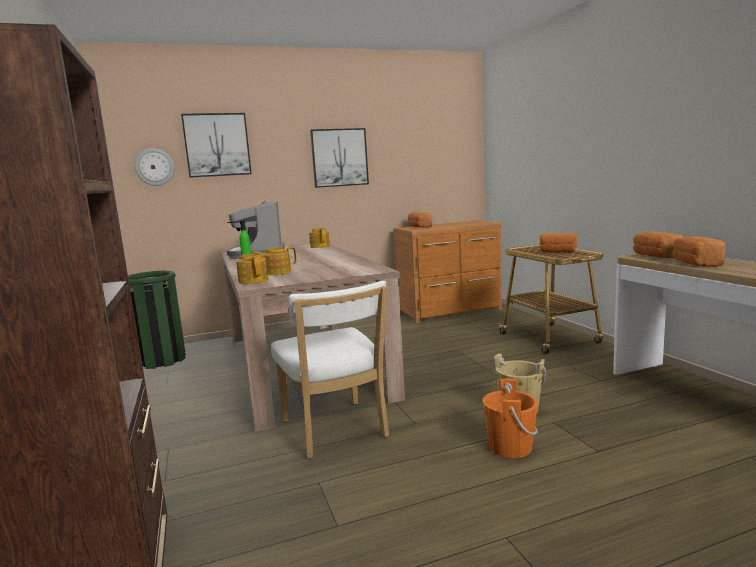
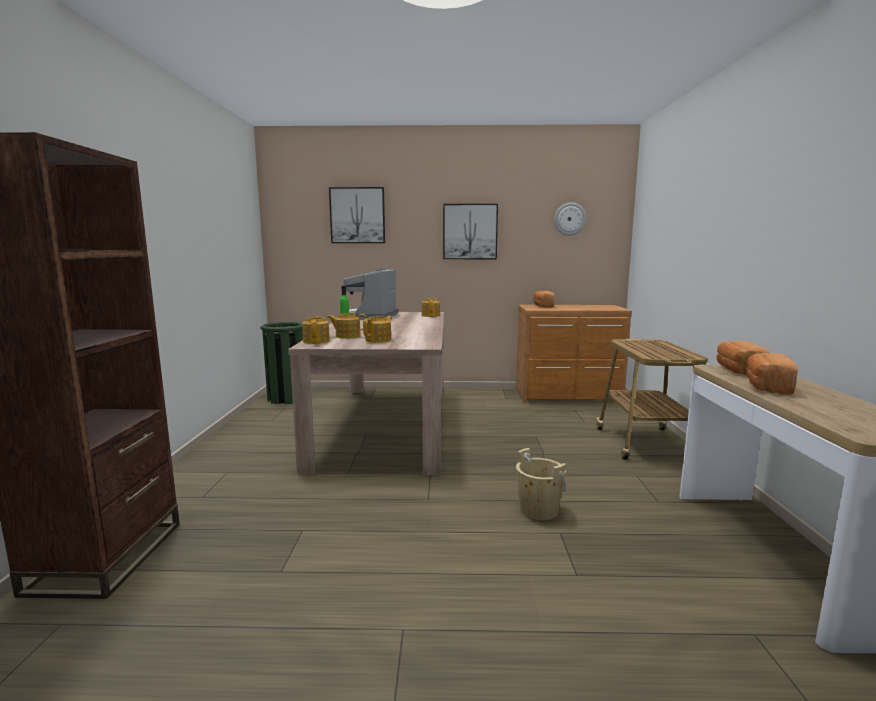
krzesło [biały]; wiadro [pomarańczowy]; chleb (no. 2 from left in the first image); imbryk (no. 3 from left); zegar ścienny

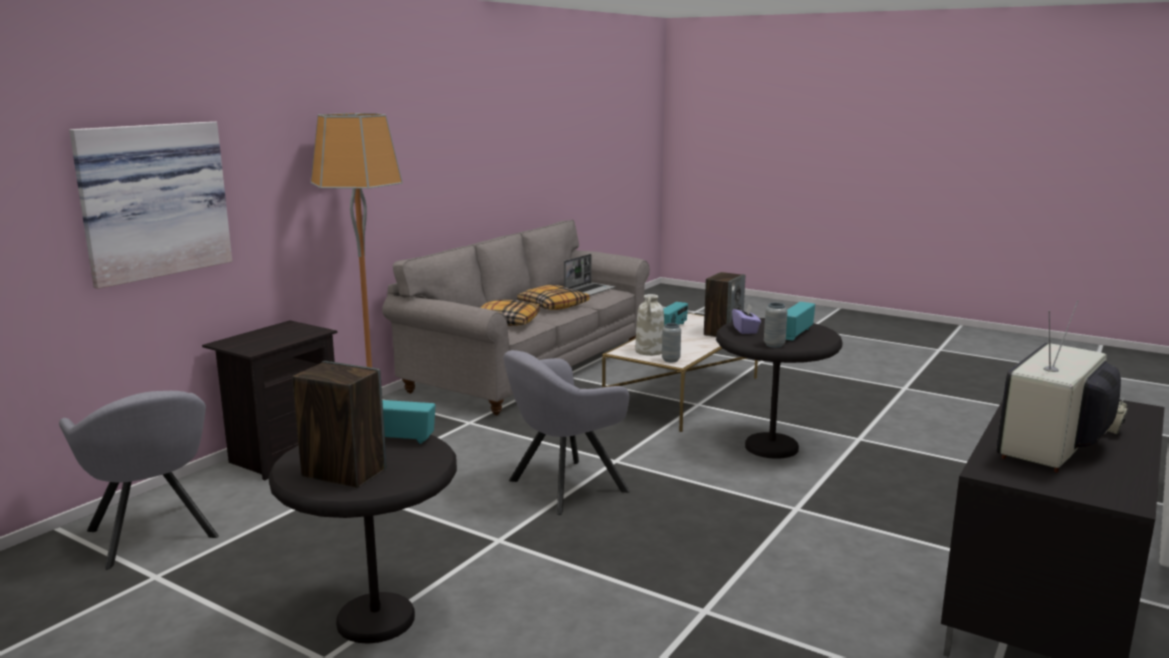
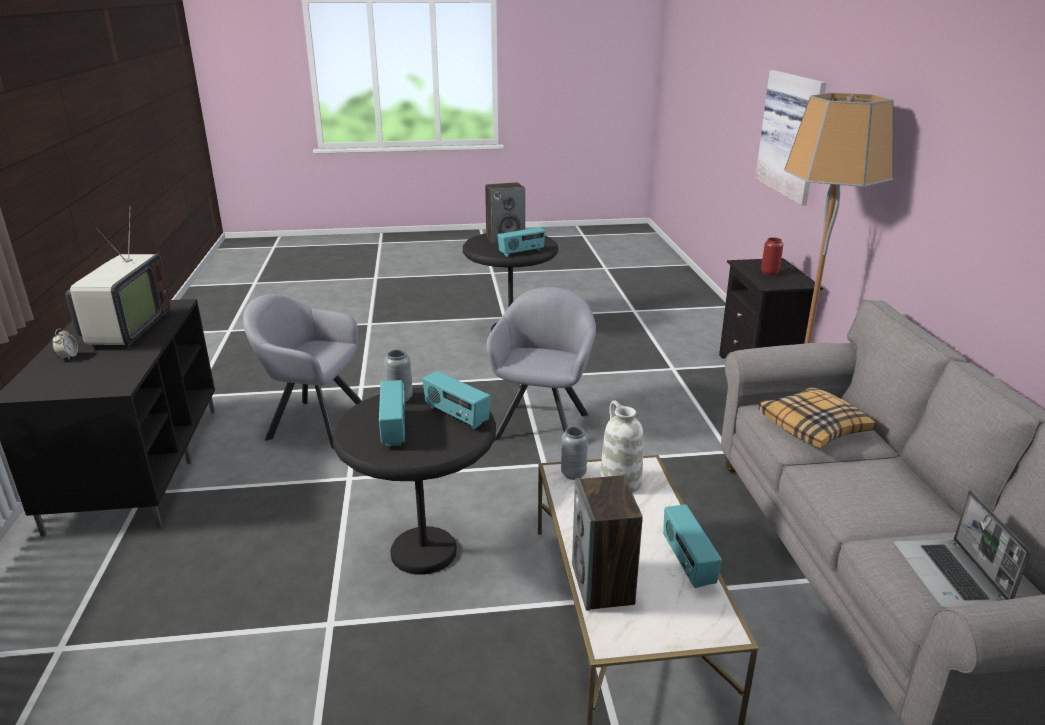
poduszka (no. 2 from left in the first image); wazon [czerwony]; fotel [szary] (no. 1 from left); radio (no. 2 from left)

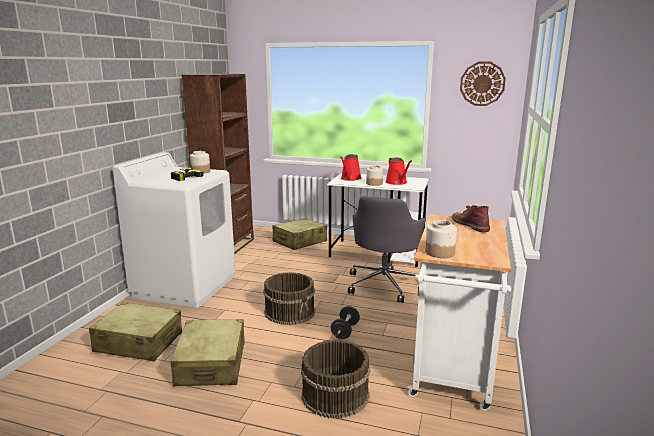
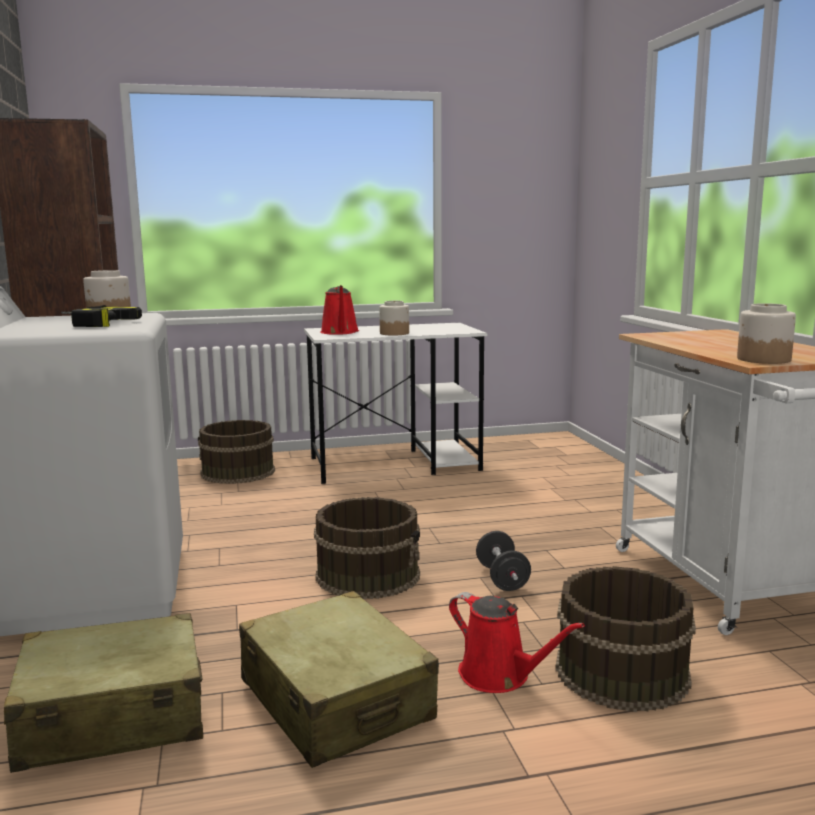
krzesło biurowe [szary]; but z cholewką [brązowy]; zegar ścienny; konewka [czerwony] (no. 2 from left); wiadro [brązowy] (no. 1 from left)

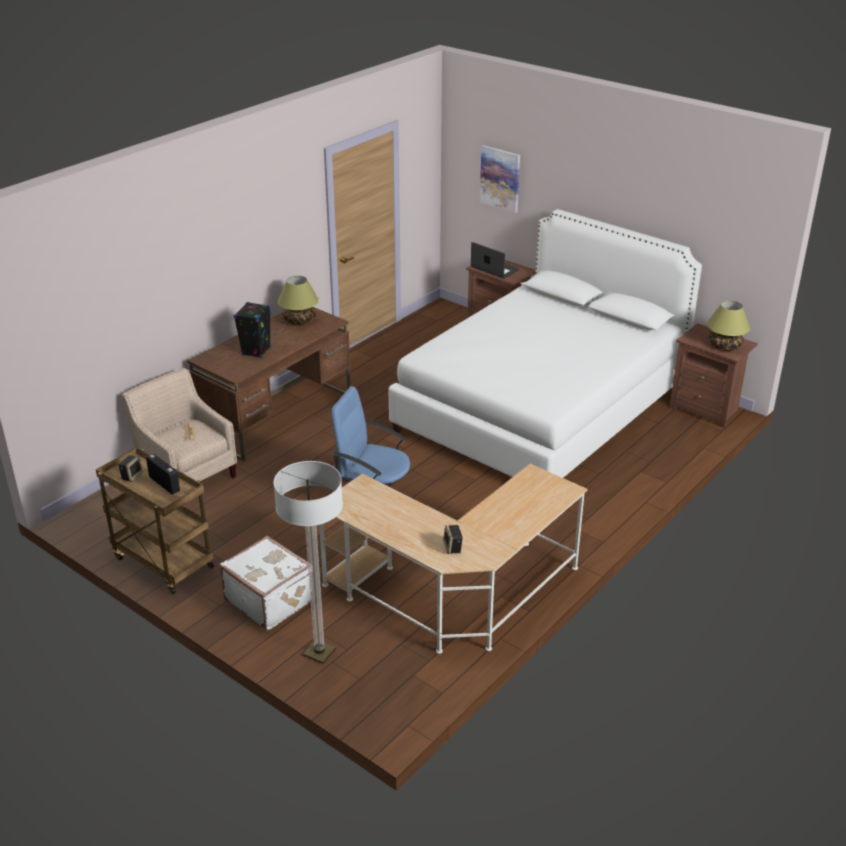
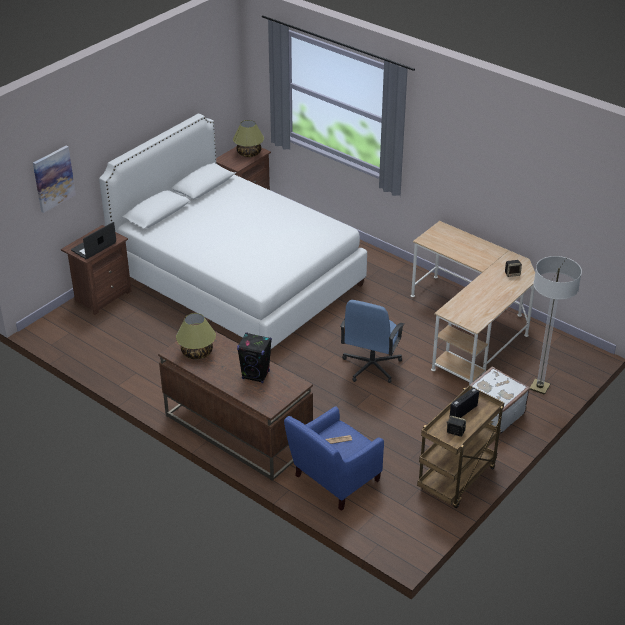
fotel [niebieski]

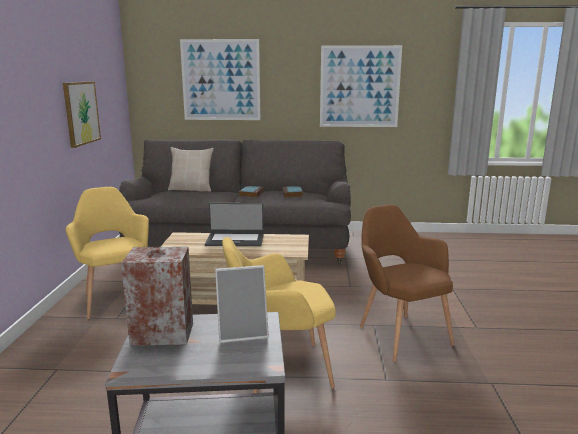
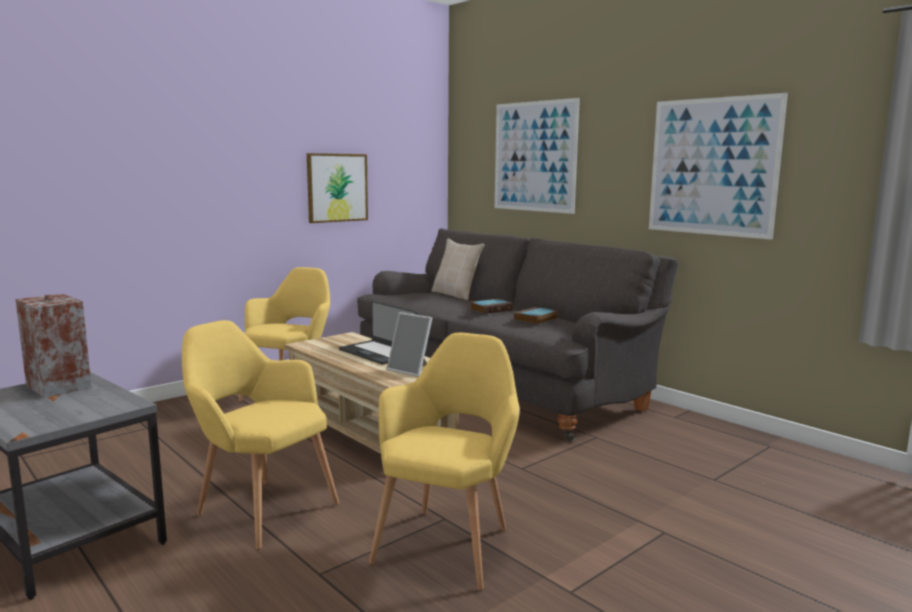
ramka na zdjęcie; fotel [żółty] (no. 3 from left)

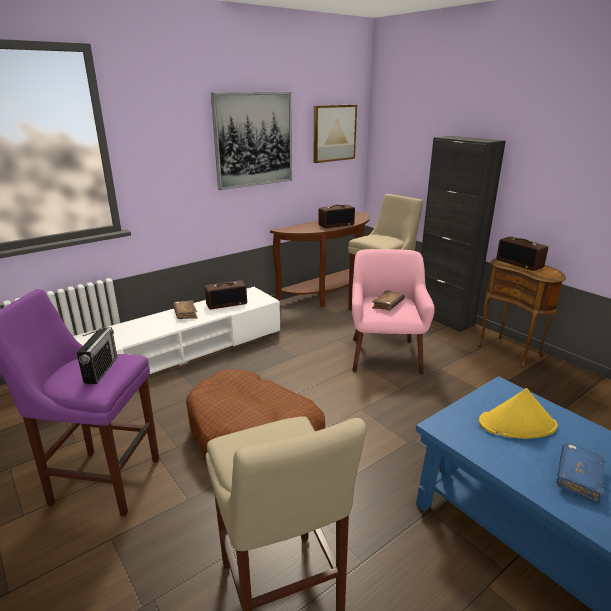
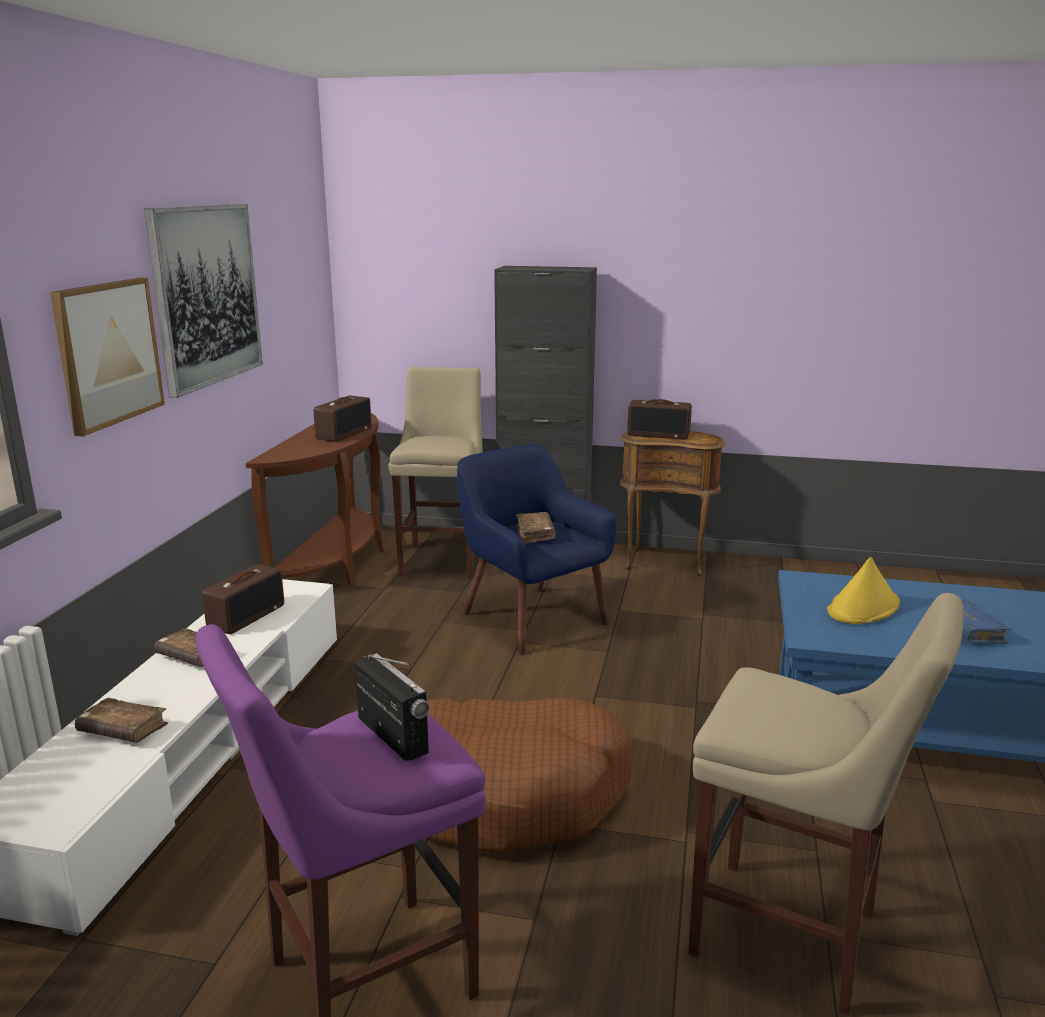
książka [brązowy] (no. 1 from left); obraz (no. 1 from left); fotel [niebieski]

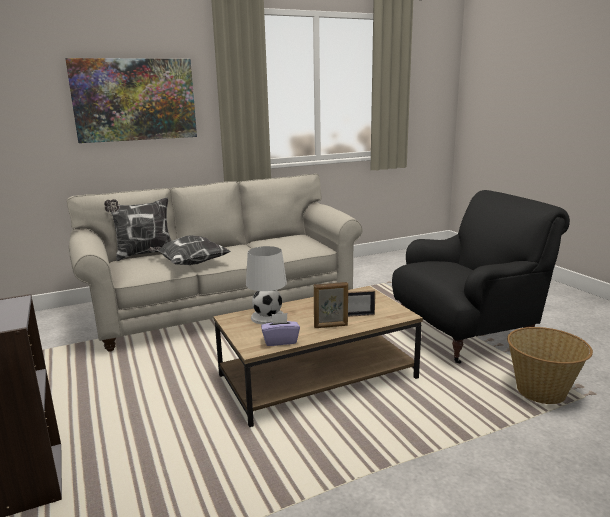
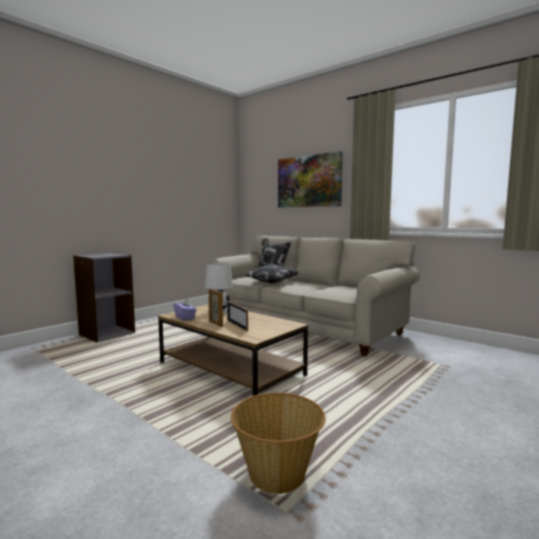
fotel [czarny]

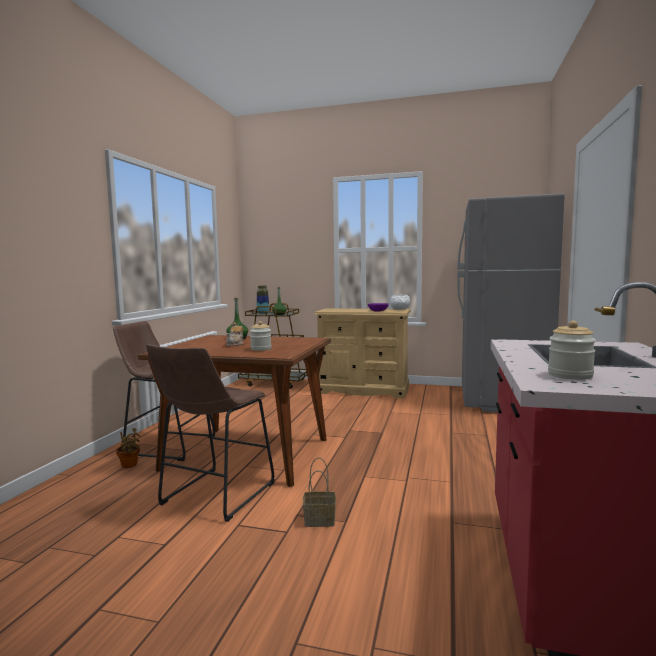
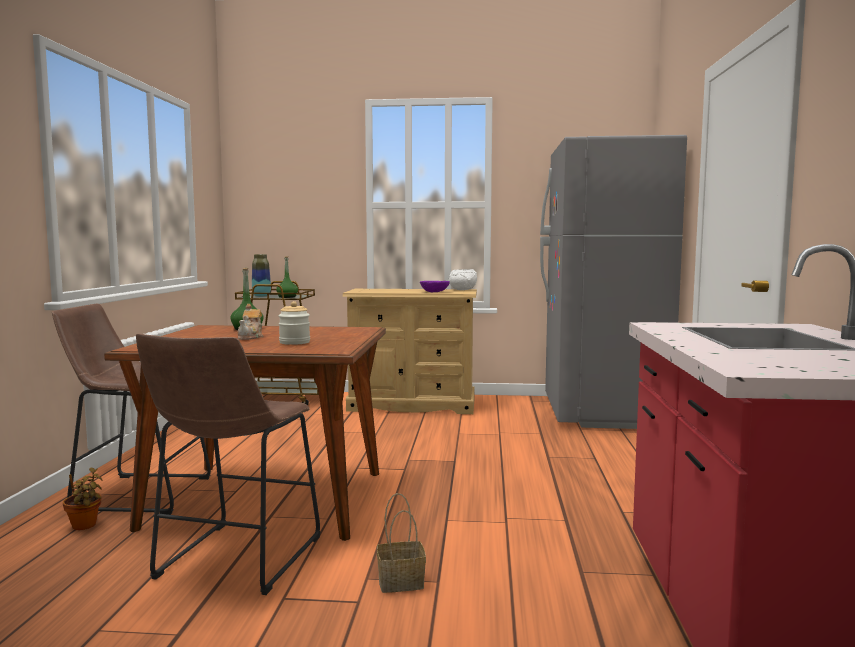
słoik (no. 2 from left in the first image)

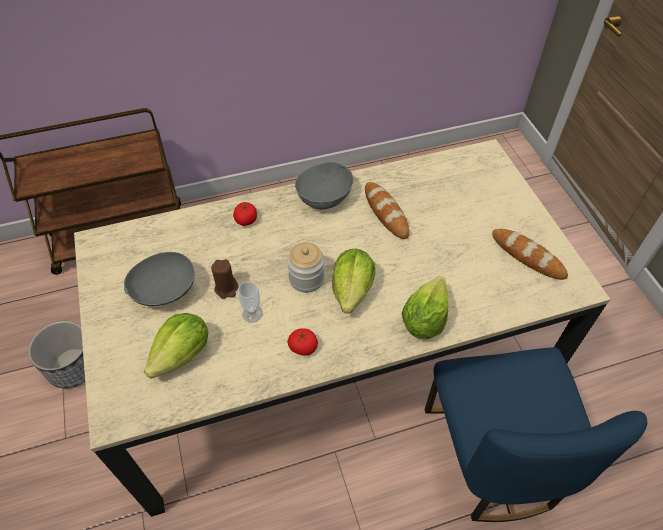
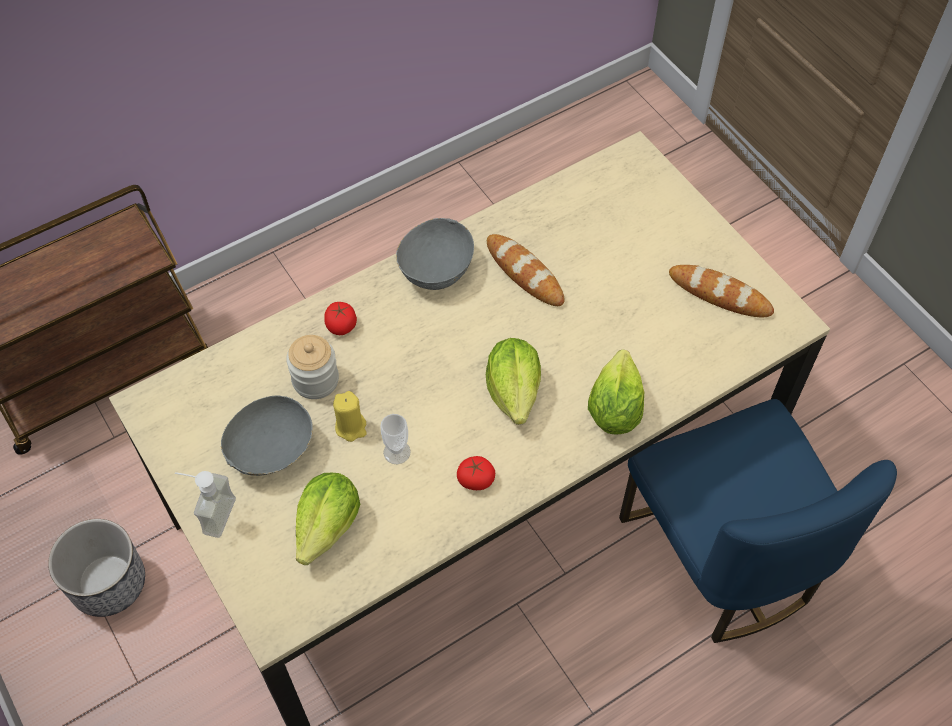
dozownik mydła; słoik; świeca [żółty]

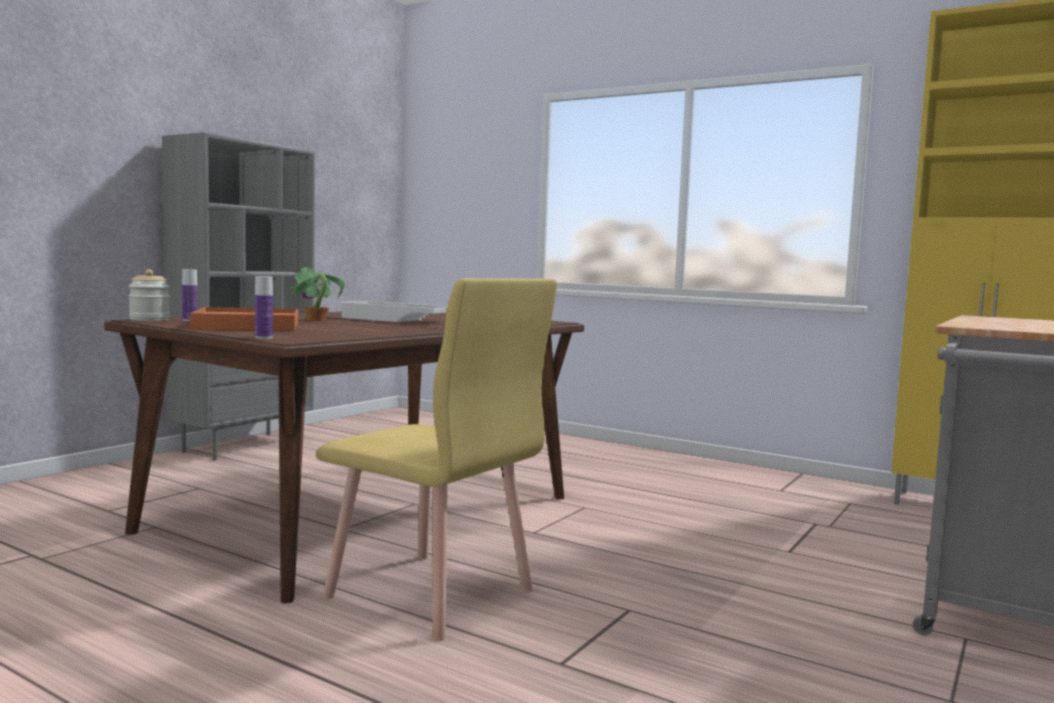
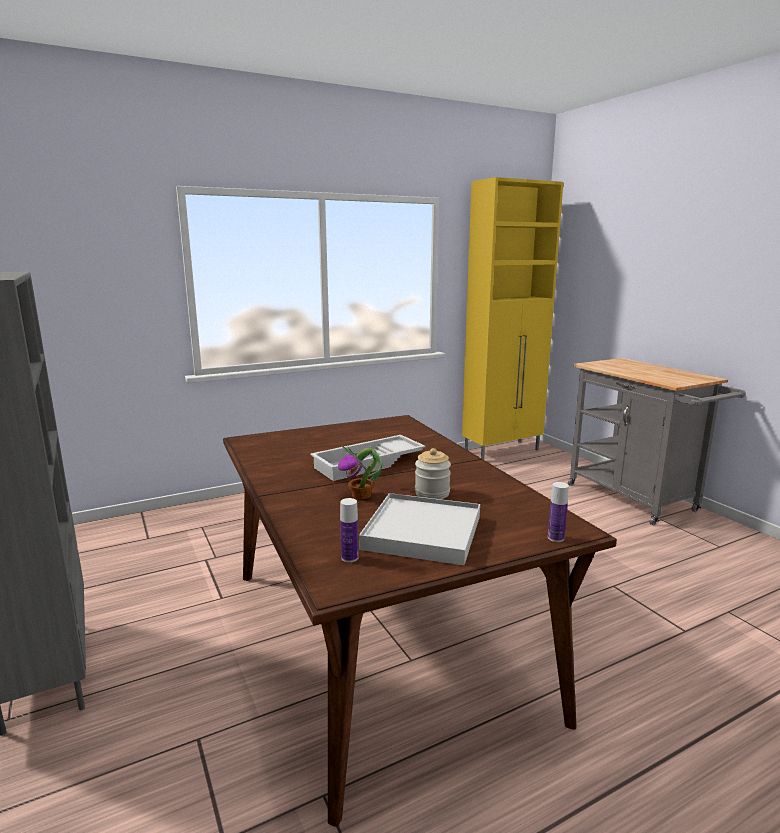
krzesło [żółty]; słoik; taca [biały] (no. 2 from left)

